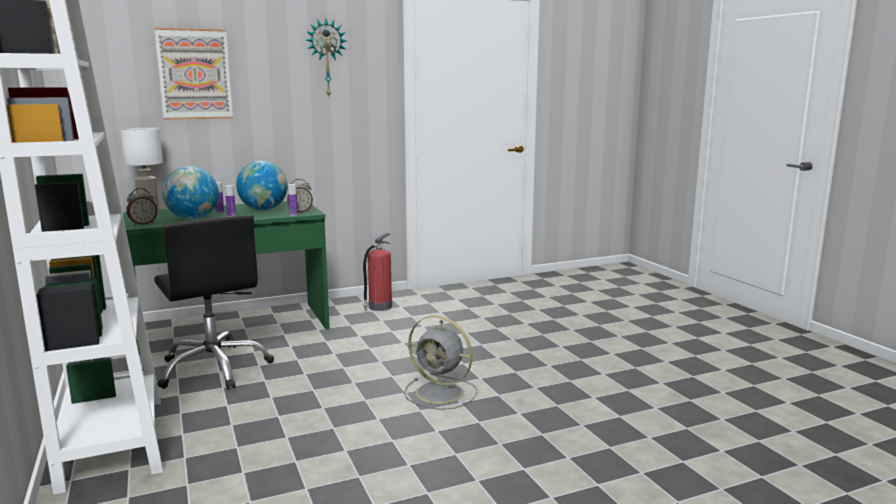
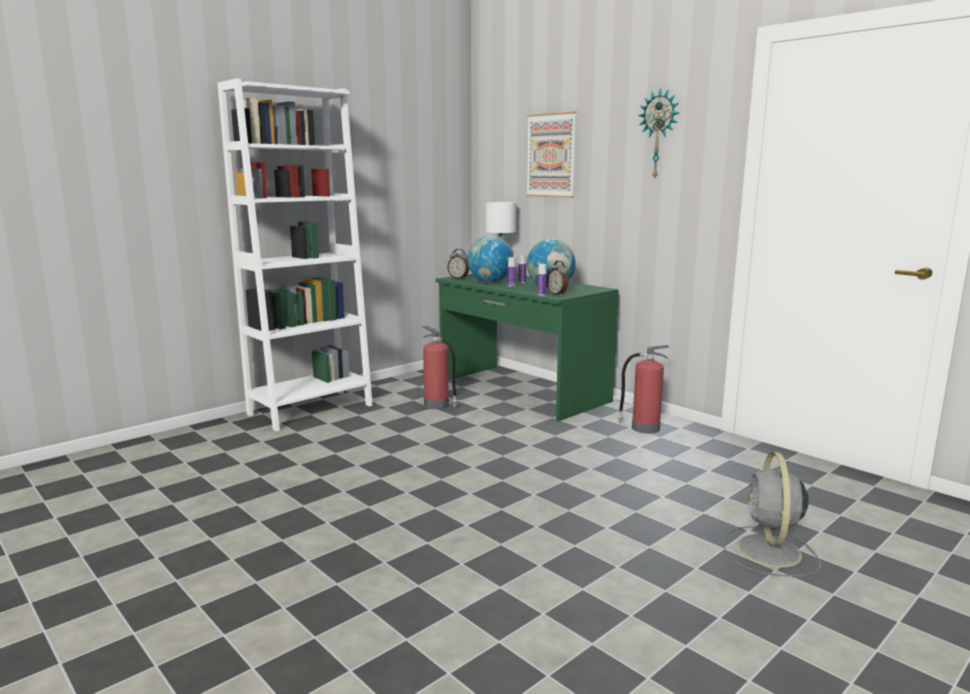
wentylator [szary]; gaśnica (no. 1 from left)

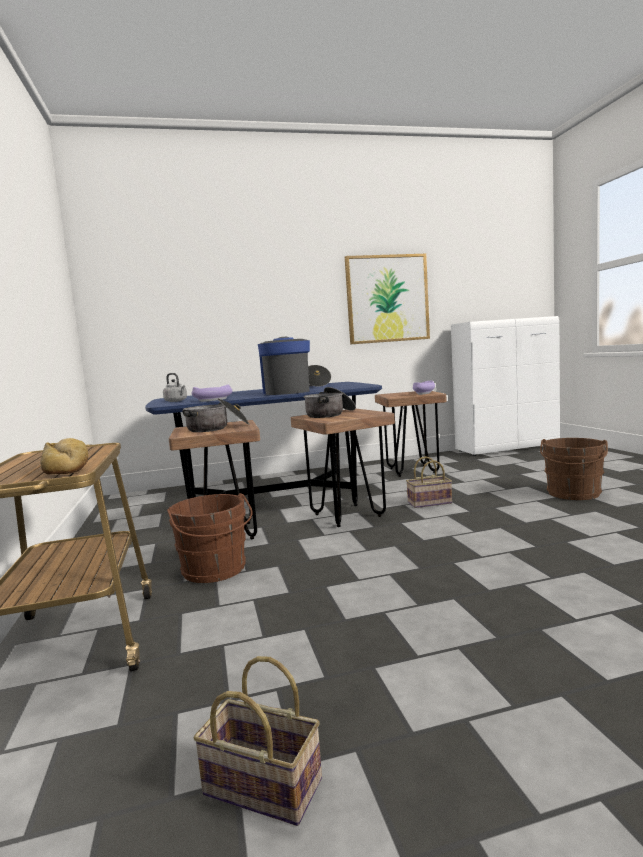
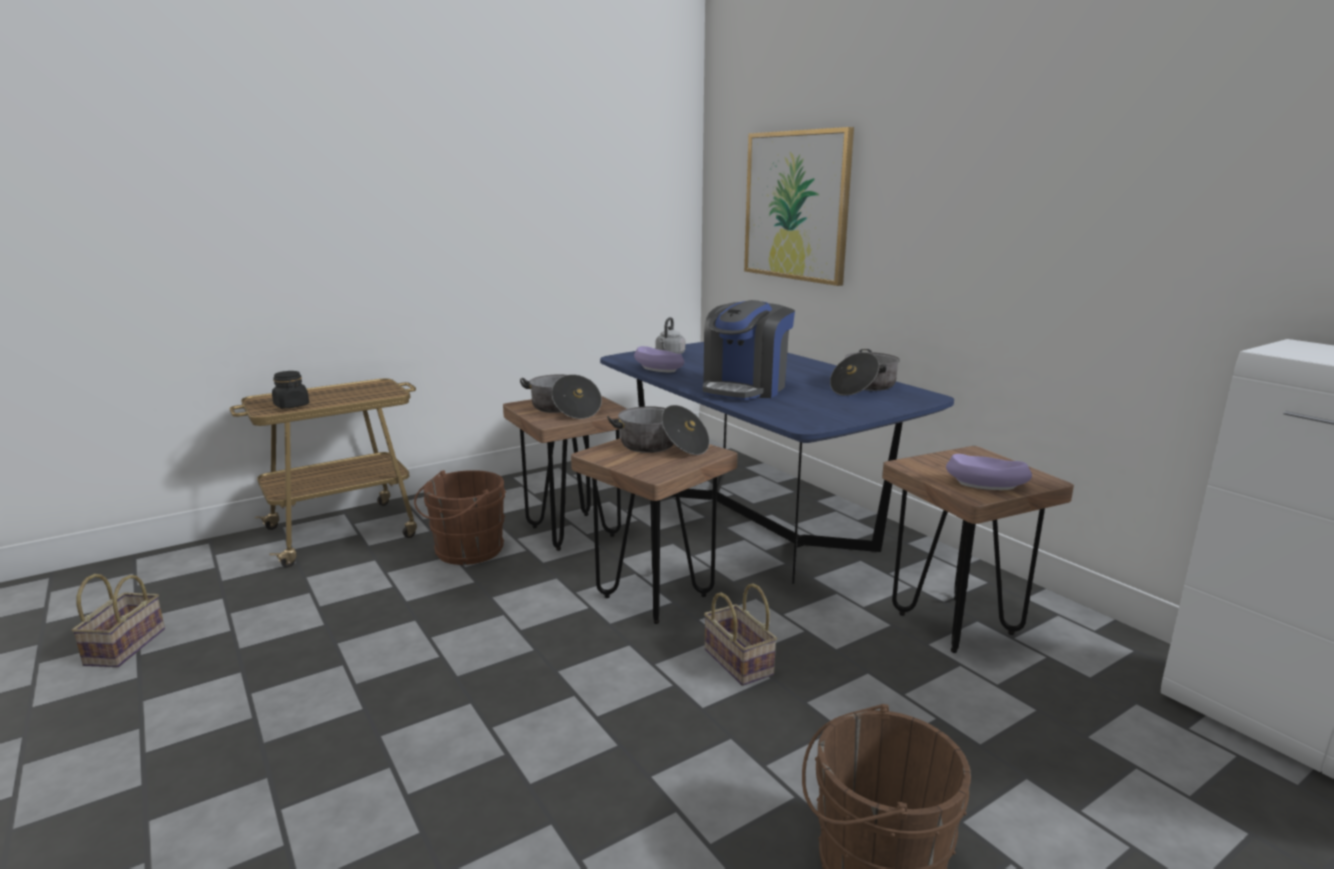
obraz; słoik [czarny]; ekspres do kawy

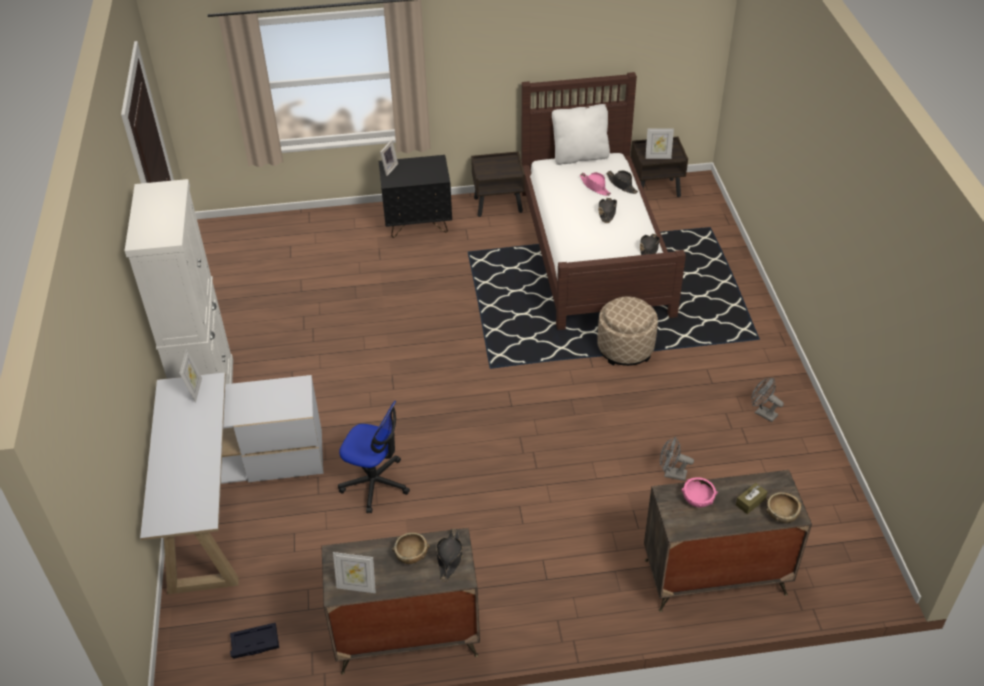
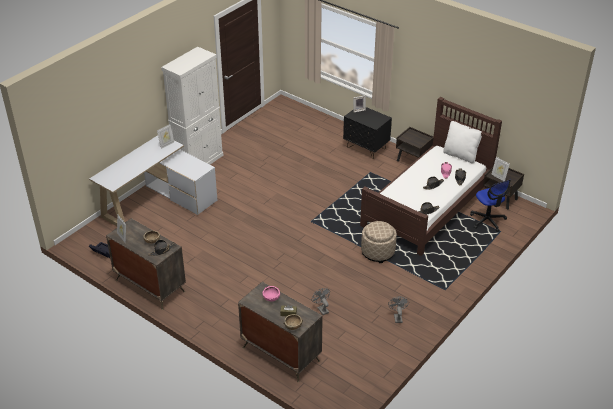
krzesło biurowe

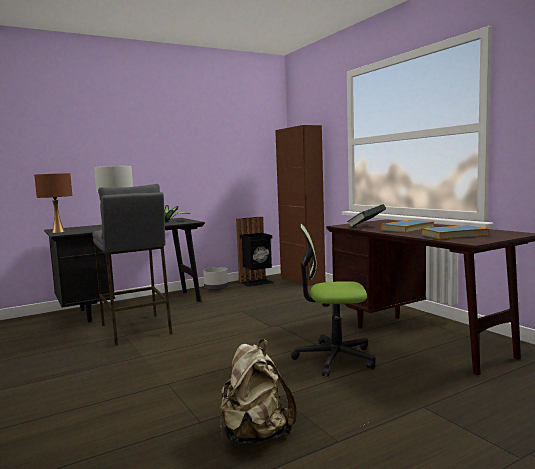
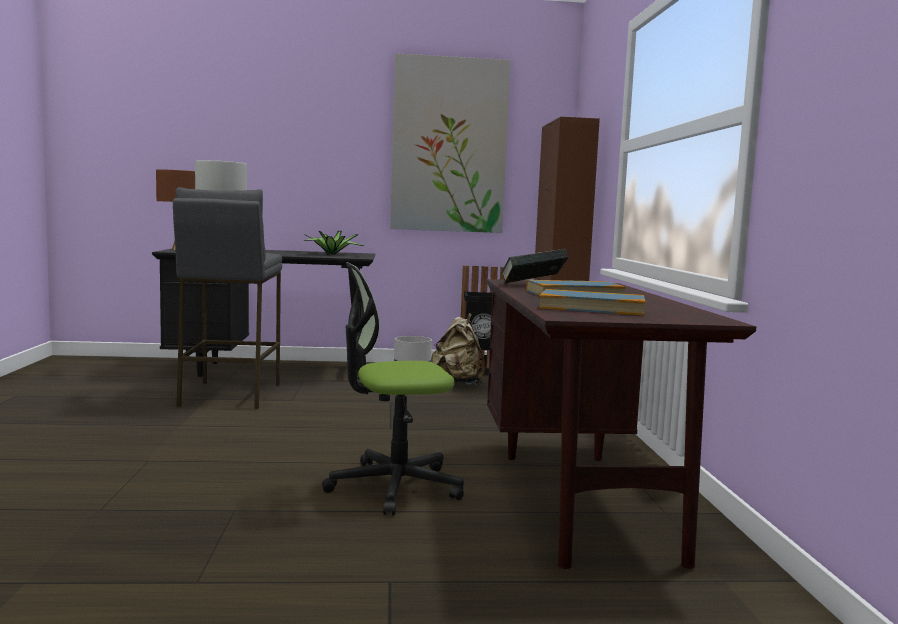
obraz; plecak [beżowy]; krzesło biurowe

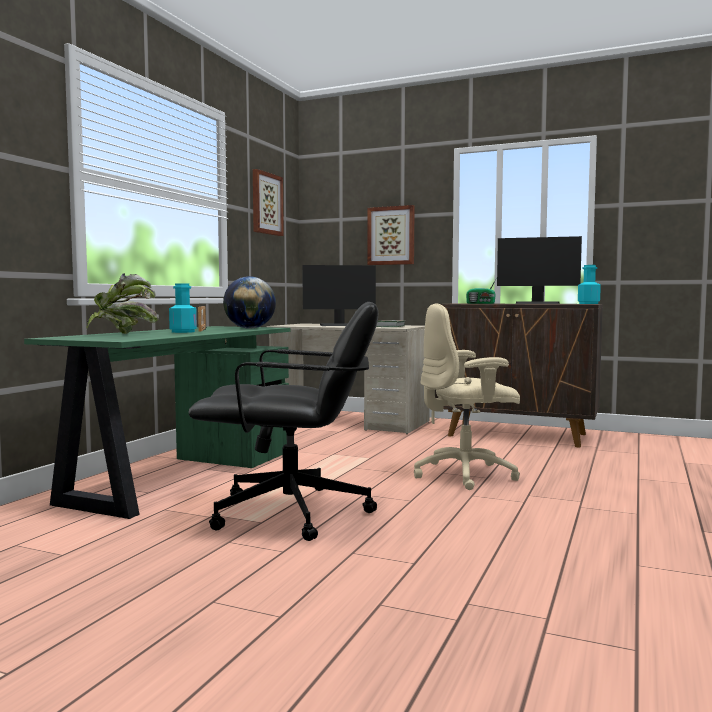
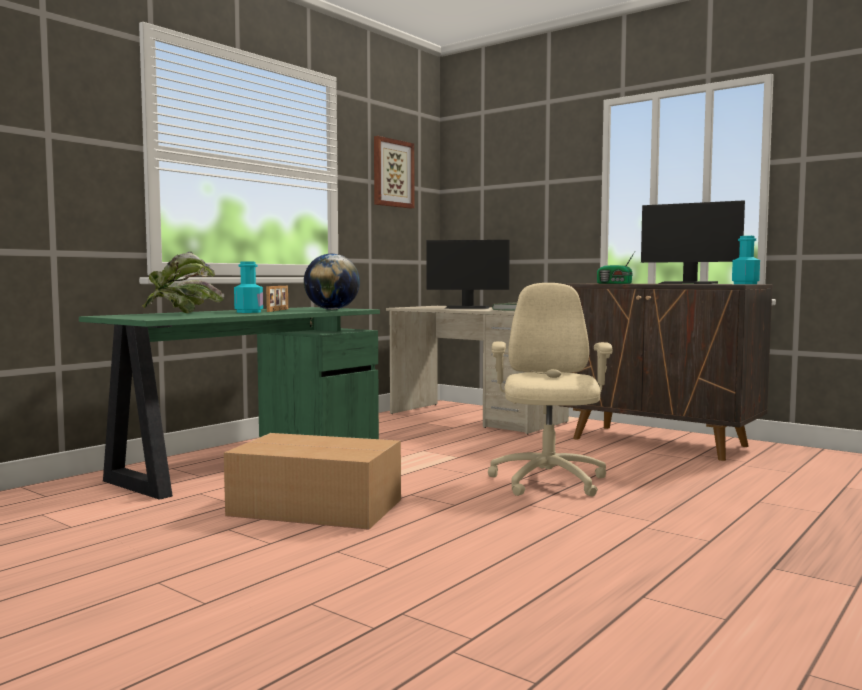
obraz (no. 2 from left in the first image); karton; krzesło biurowe [beżowy]

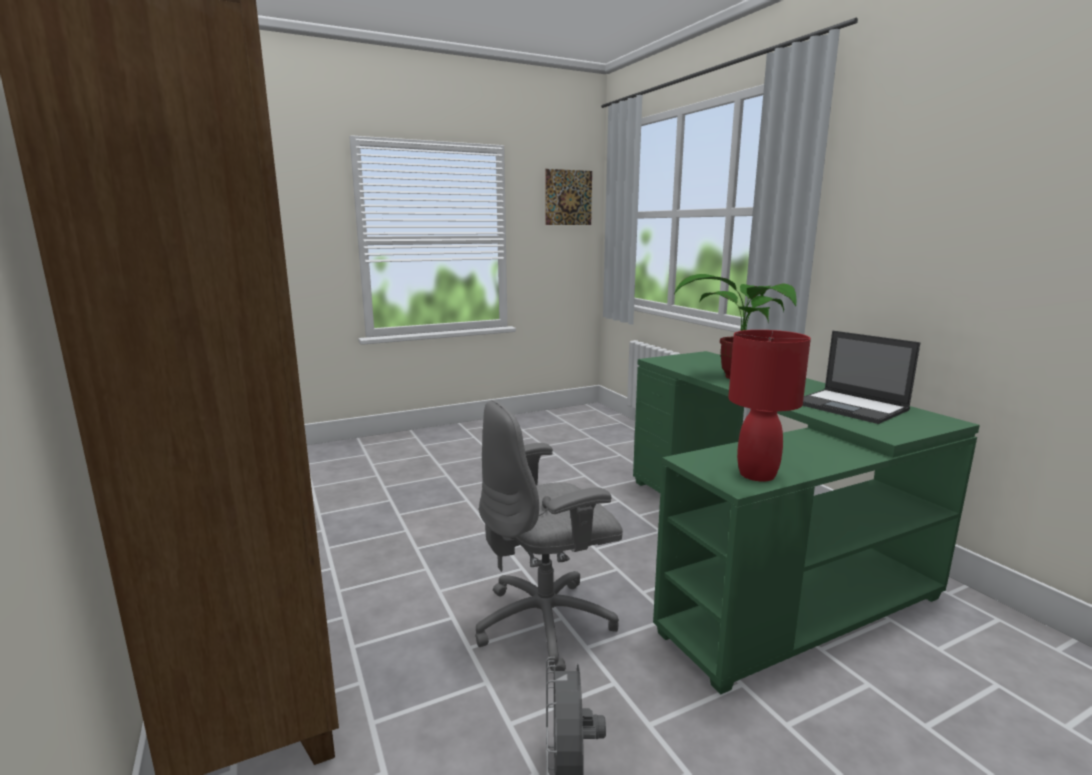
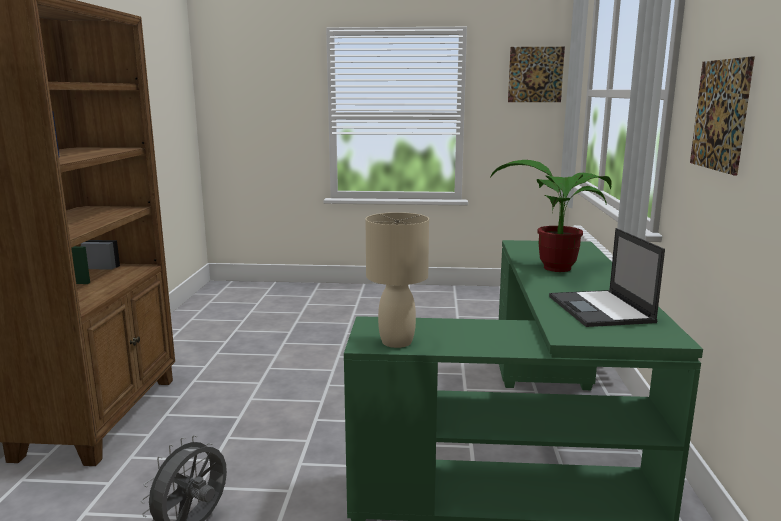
krzesło biurowe [szary]; obraz (no. 2 from left); lampa stołowa [beżowy]

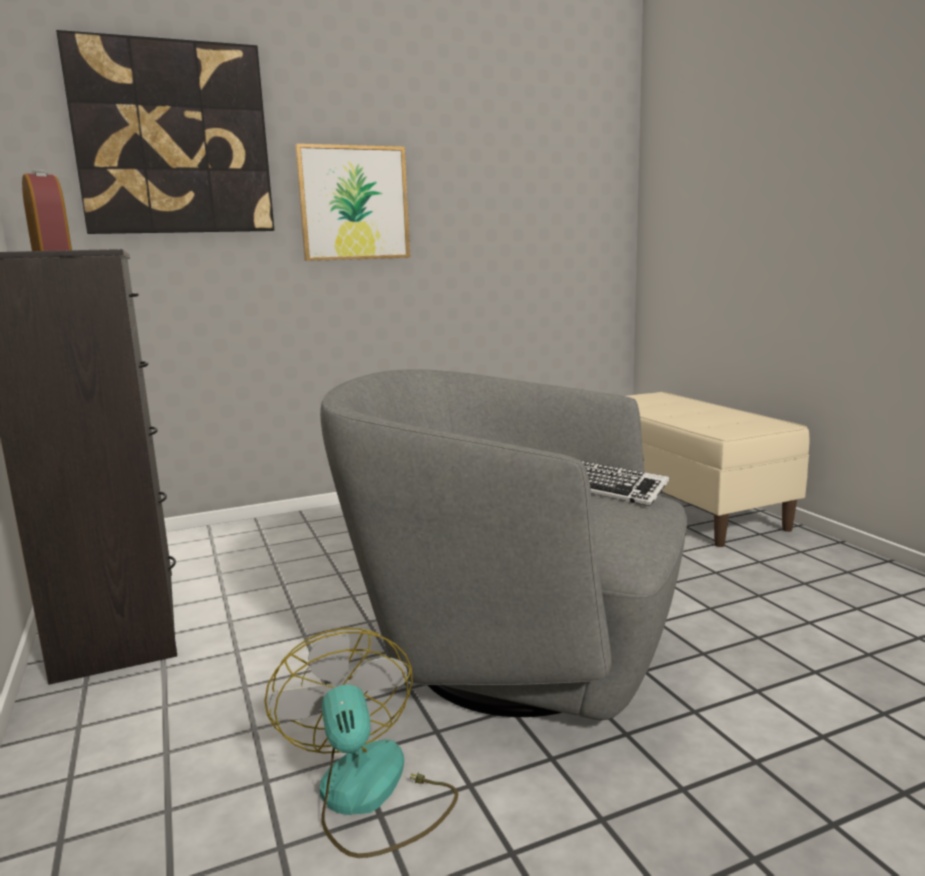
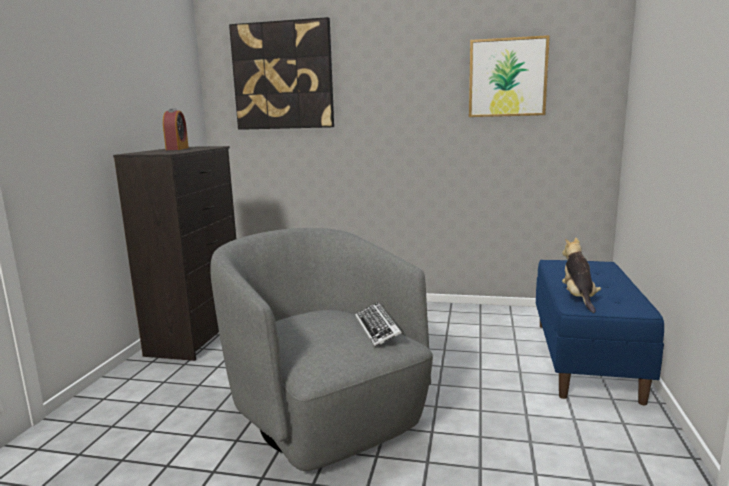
wentylator; pluszak; obraz (no. 2 from left); ławka [niebieski]

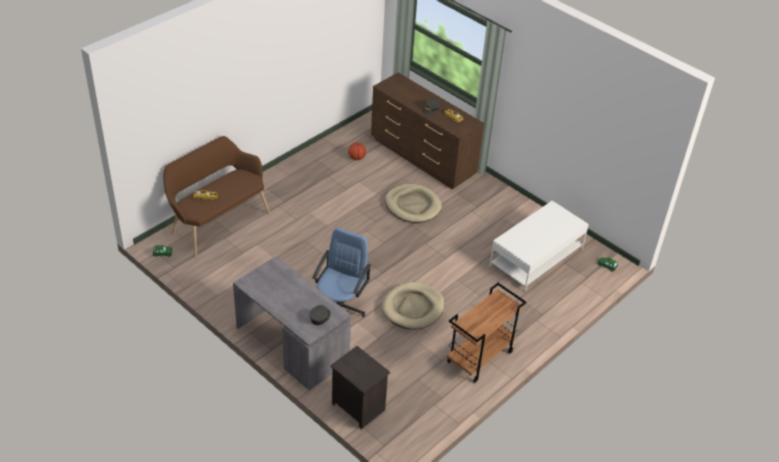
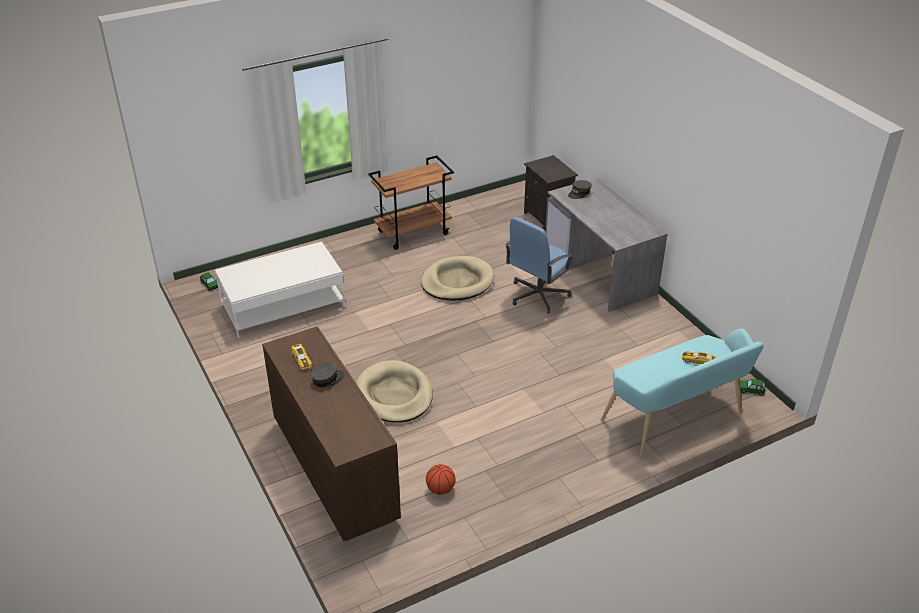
ławka [turkusowy]

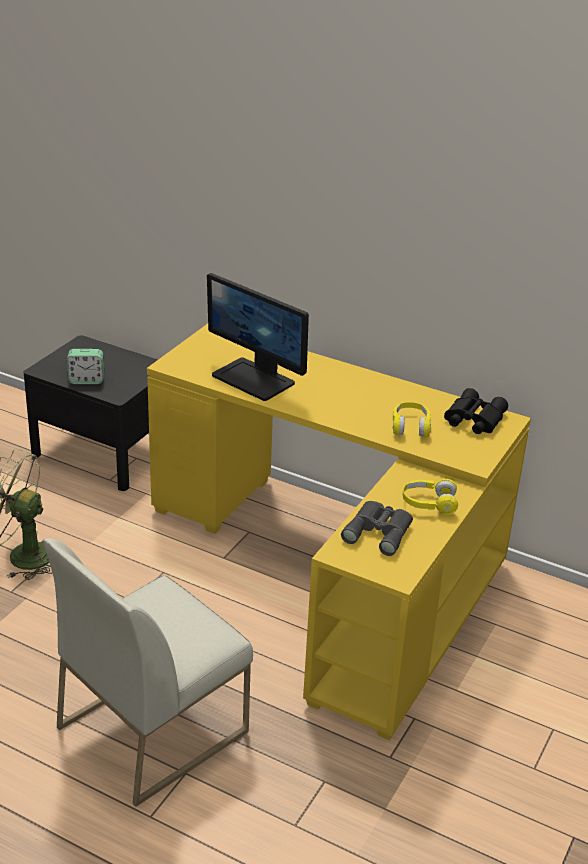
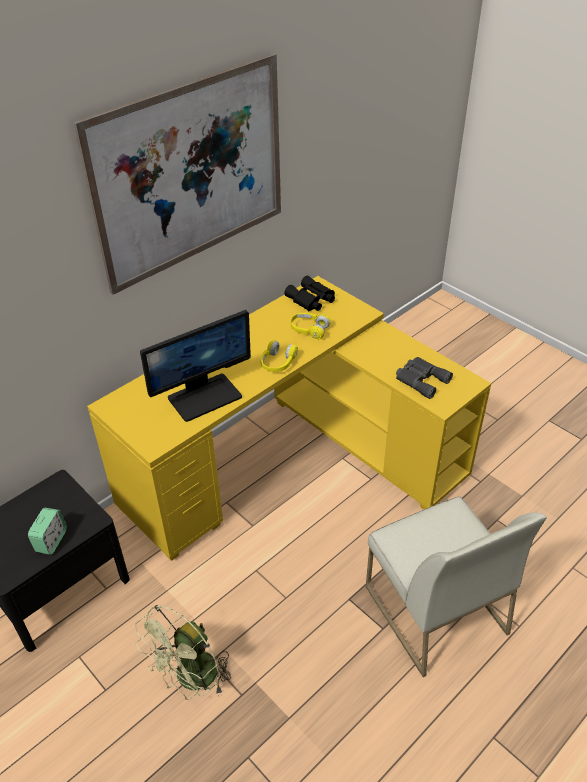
obraz; słuchawki [żółty] (no. 1 from left)

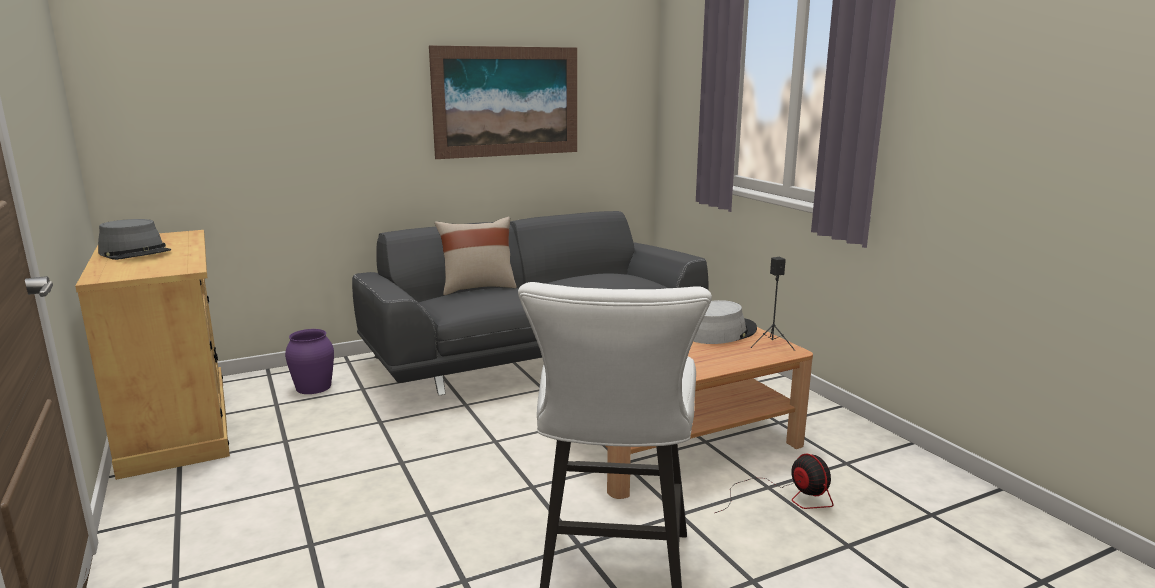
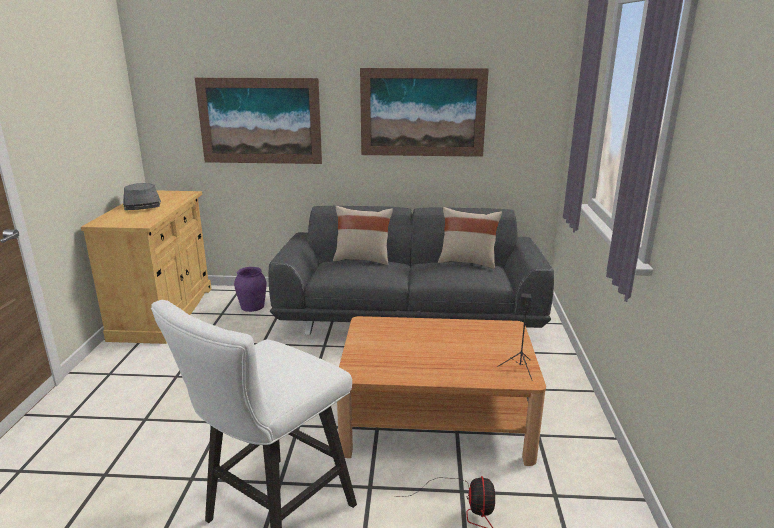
kapelusz [szary] (no. 2 from left in the first image); obraz (no. 1 from left); poduszka [beżowy] (no. 2 from left)

